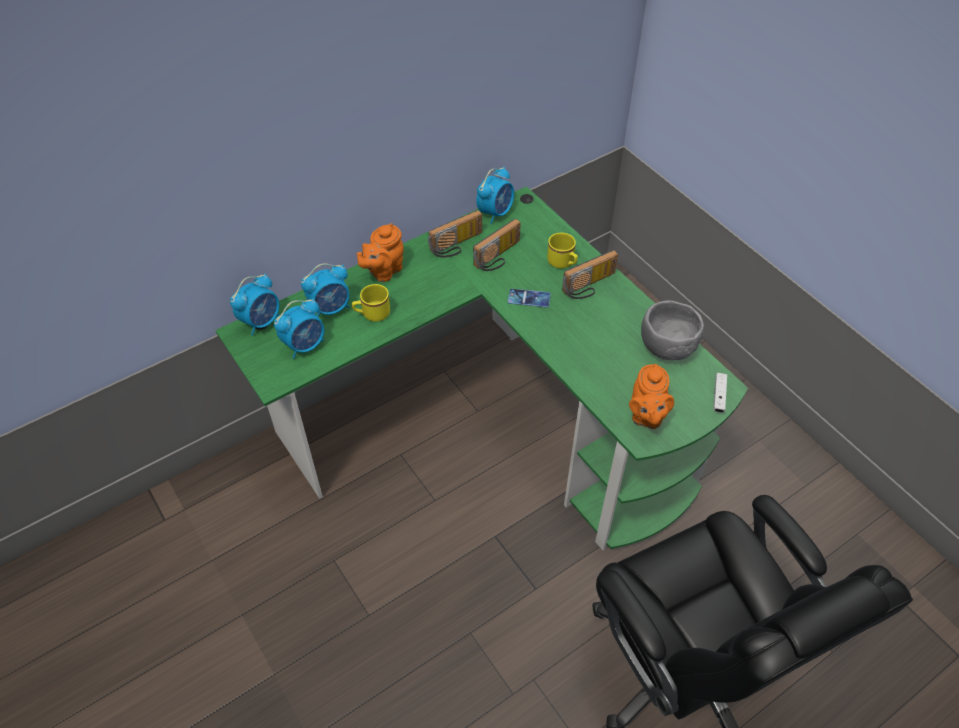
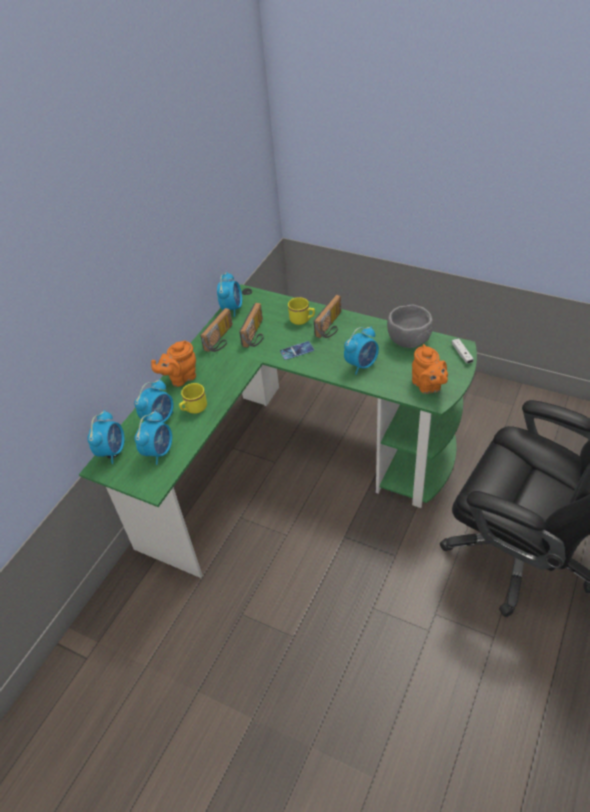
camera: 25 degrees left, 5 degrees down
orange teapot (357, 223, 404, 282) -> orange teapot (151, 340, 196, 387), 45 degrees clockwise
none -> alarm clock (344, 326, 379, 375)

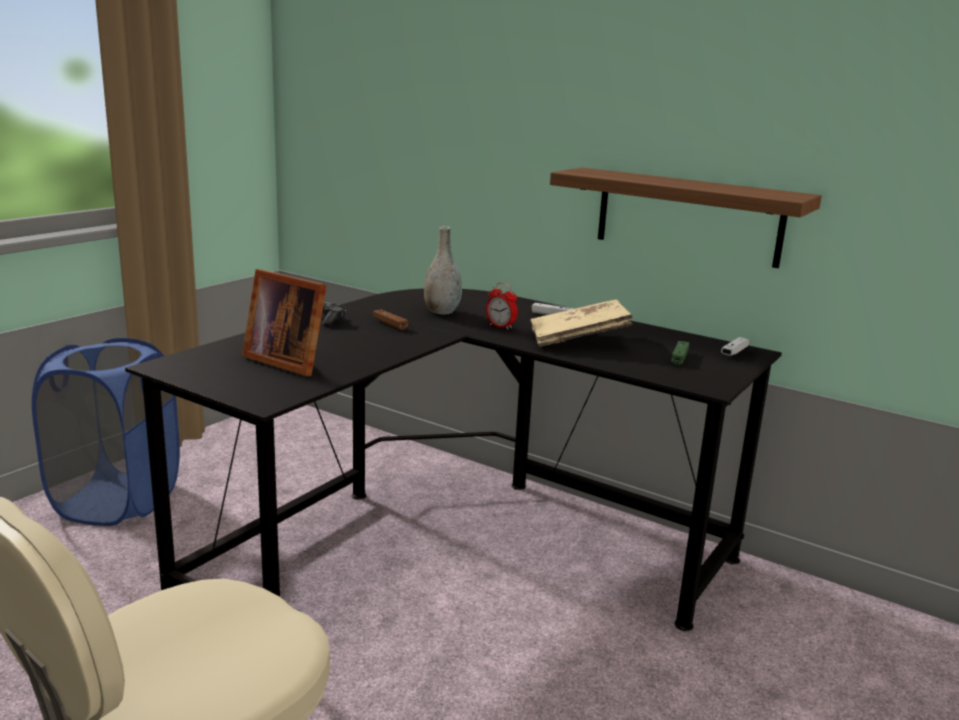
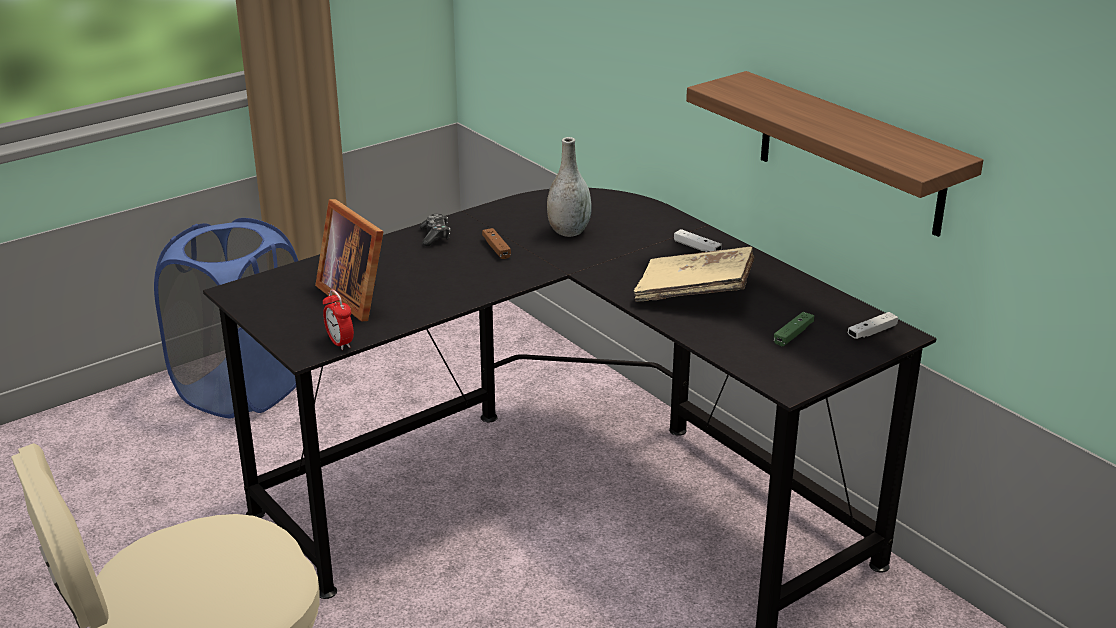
camera: 20 degrees right, 10 degrees up
alarm clock (486, 283, 518, 330) -> alarm clock (323, 289, 354, 350), moved

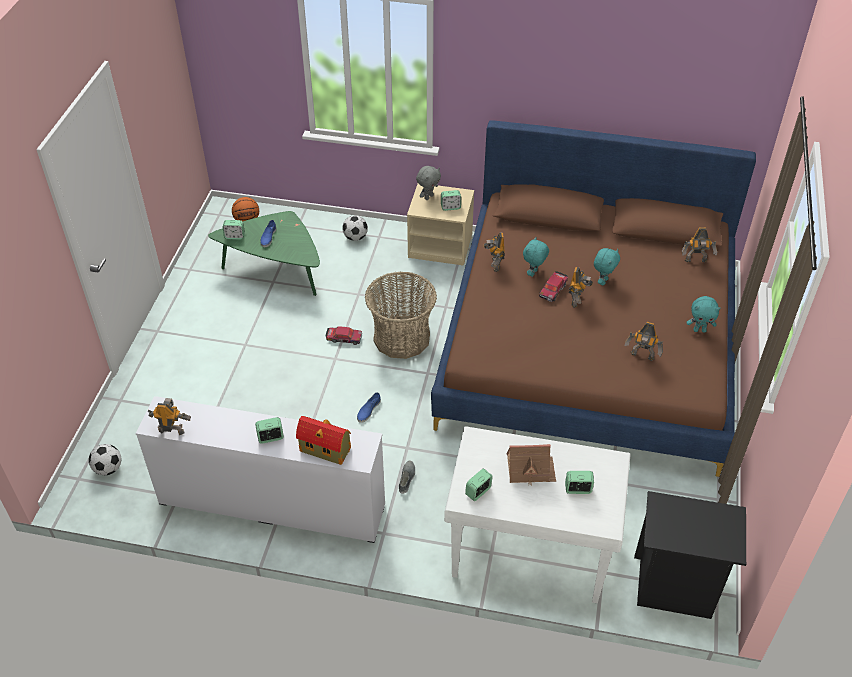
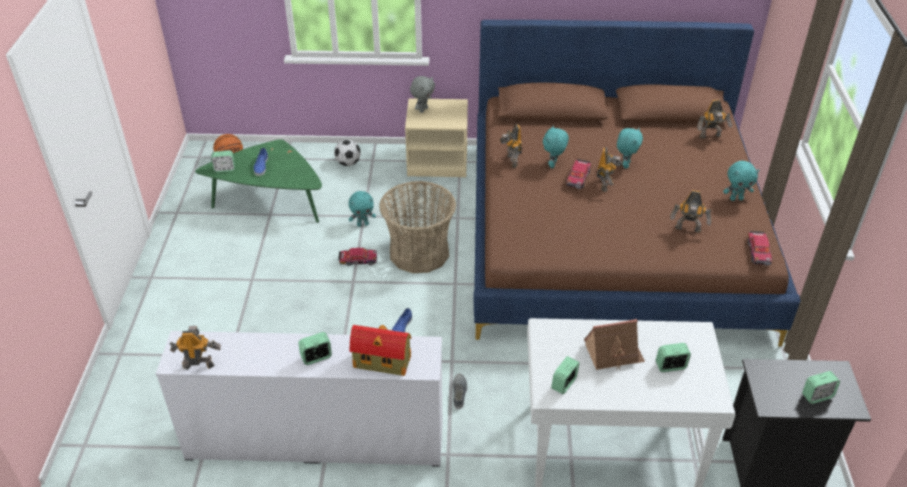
camera: 10 degrees left, 5 degrees down
football (89, 444, 121, 475) -> none
alarm clock (441, 190, 461, 211) -> alarm clock (802, 371, 840, 404), moved
none -> turquoise plush toy (349, 191, 376, 227)
none -> toy car (748, 231, 772, 265)

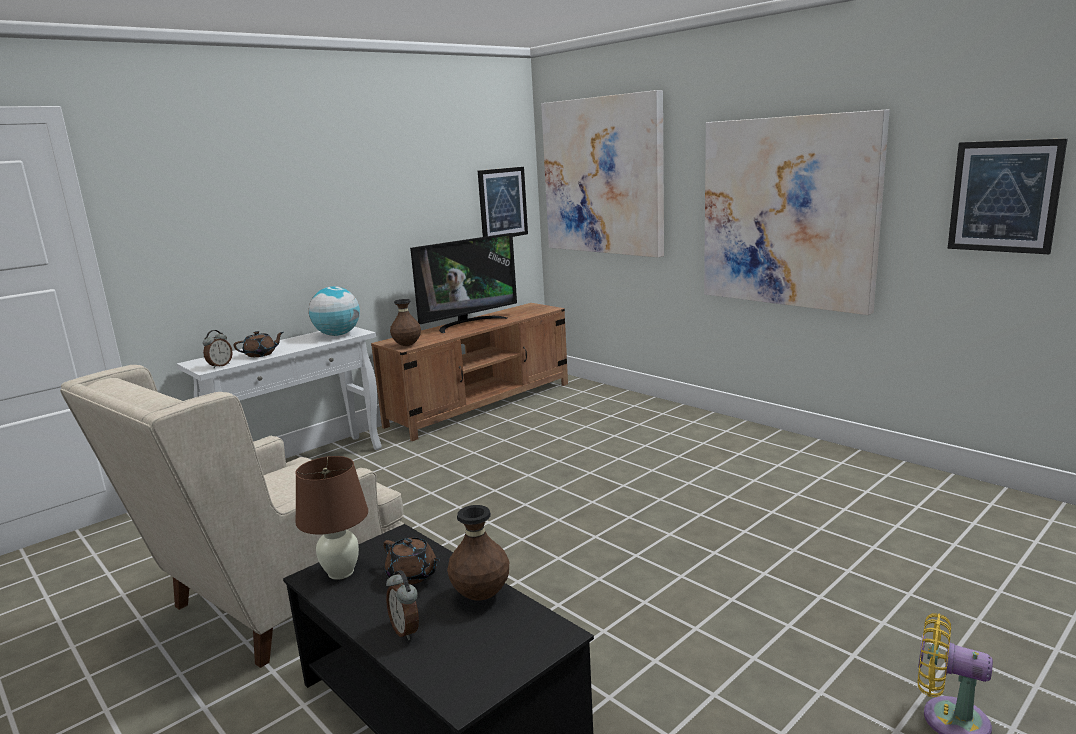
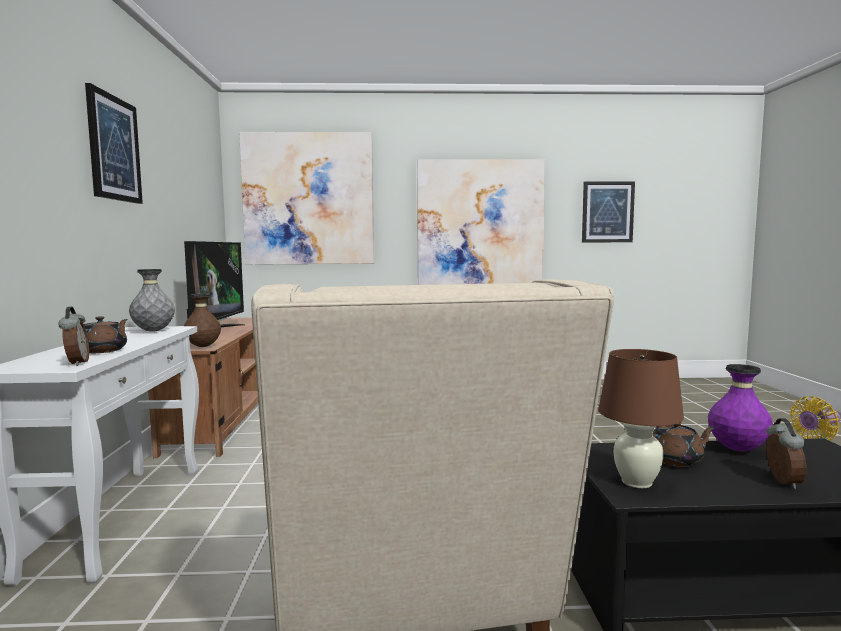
camera: 50 degrees left, 10 degrees down
globe (309, 286, 360, 336) -> grey vase (129, 269, 175, 332)
alarm clock (386, 570, 419, 640) -> alarm clock (766, 418, 807, 489), 90 degrees counterclockwise
brown vase (447, 505, 509, 601) -> purple vase (708, 364, 773, 451)
picture (478, 167, 528, 237) -> picture (85, 83, 143, 204), moved

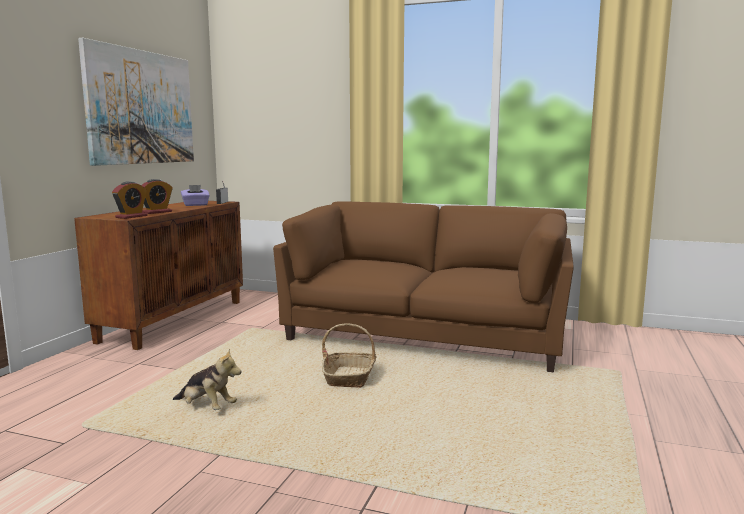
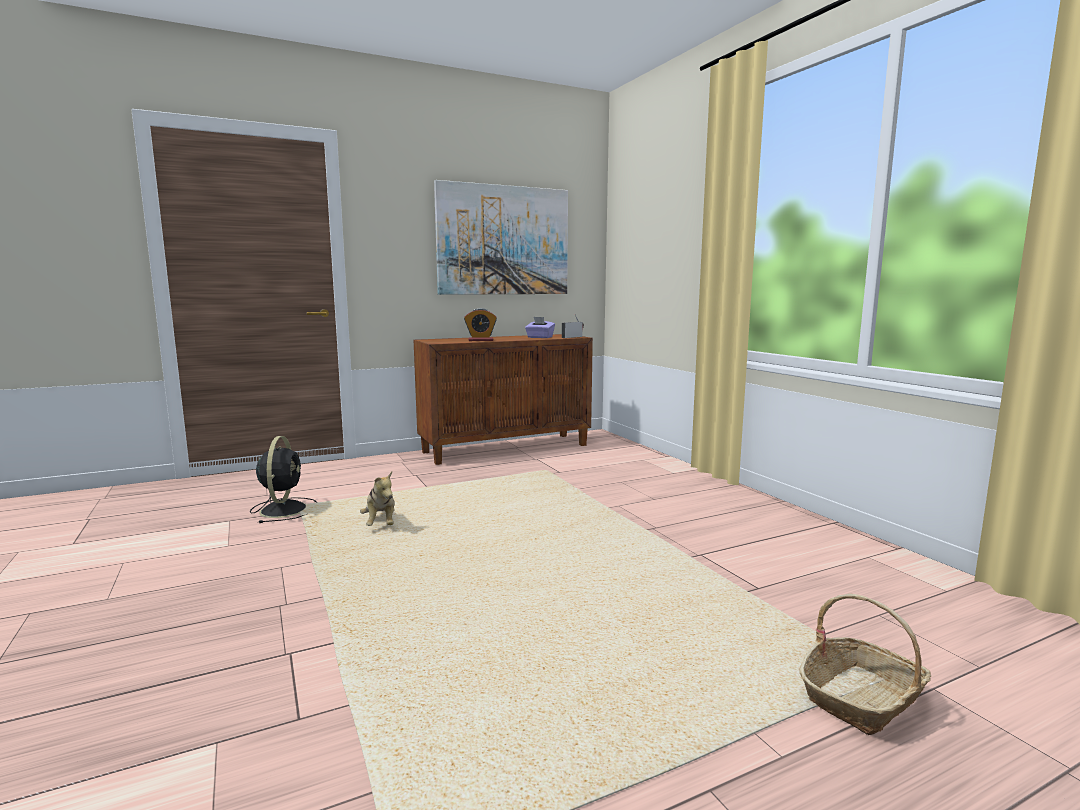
camera: 45 degrees right, 0 degrees up
alarm clock (112, 181, 148, 219) -> none
brown sofa (273, 201, 574, 372) -> none
basket (322, 324, 377, 388) -> basket (799, 593, 931, 735), moved
none -> black fan (250, 436, 317, 523)

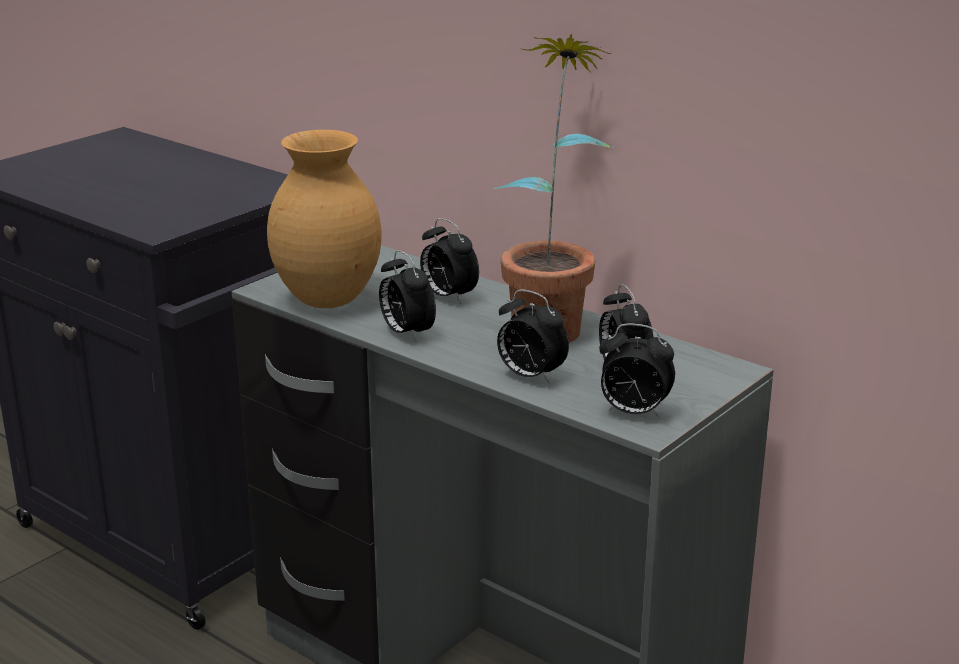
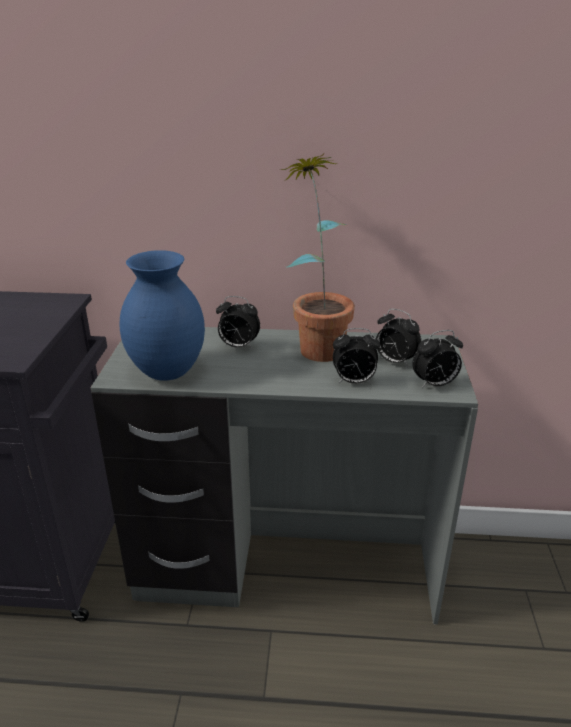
camera: 35 degrees left, 5 degrees up
brown vase (267, 130, 381, 308) -> blue vase (120, 250, 205, 381)
alarm clock (379, 250, 436, 342) -> none

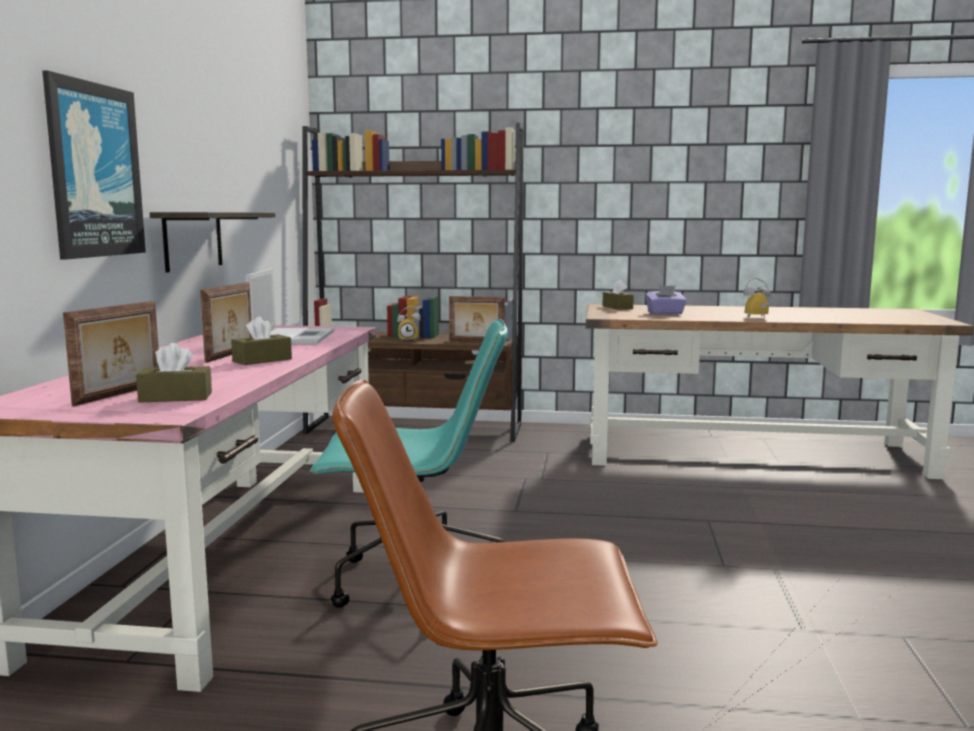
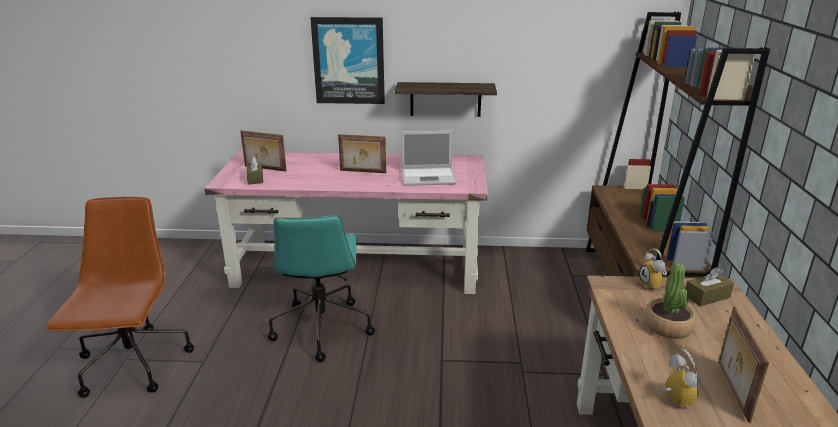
camera: 85 degrees right, 15 degrees up
brown tissue box (231, 316, 292, 365) -> none
alarm clock (397, 306, 421, 341) -> alarm clock (639, 249, 667, 291), moved
picture frame (449, 296, 505, 342) -> picture frame (719, 307, 769, 423), moved
purple tissue box (645, 285, 687, 315) -> potted plant (644, 263, 696, 339)

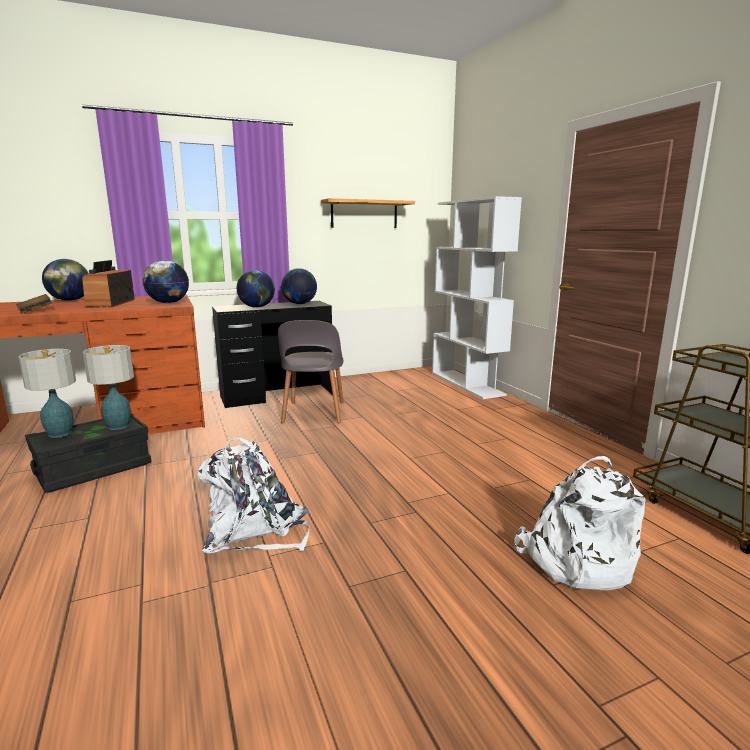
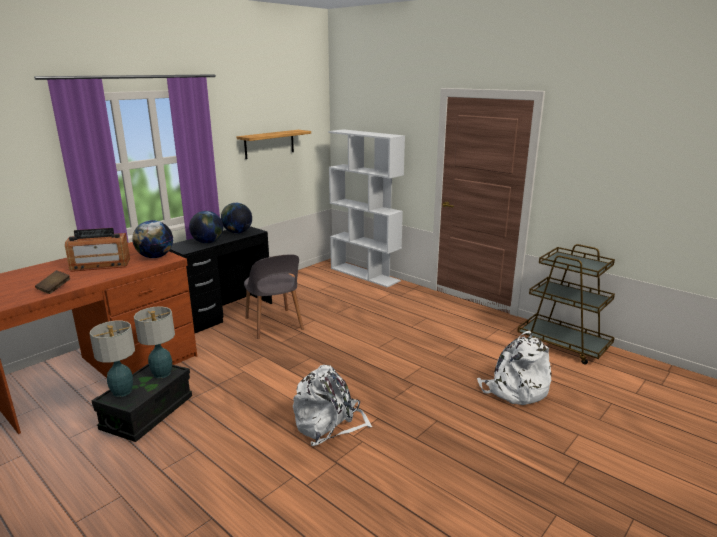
camera: 25 degrees left, 5 degrees up
globe (42, 259, 89, 301) -> none
radio (82, 260, 135, 308) -> radio (65, 228, 130, 272), 75 degrees counterclockwise

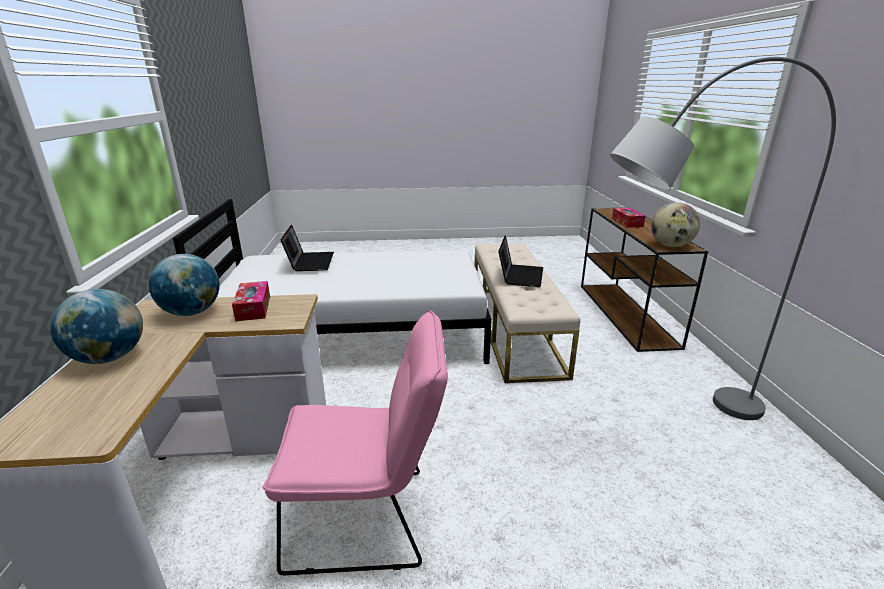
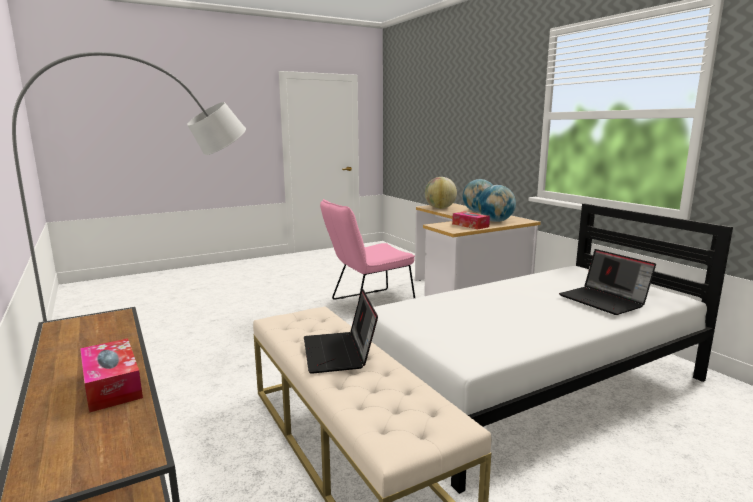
camera: 155 degrees right, 10 degrees down
globe (651, 202, 700, 247) -> globe (425, 177, 457, 209), moved

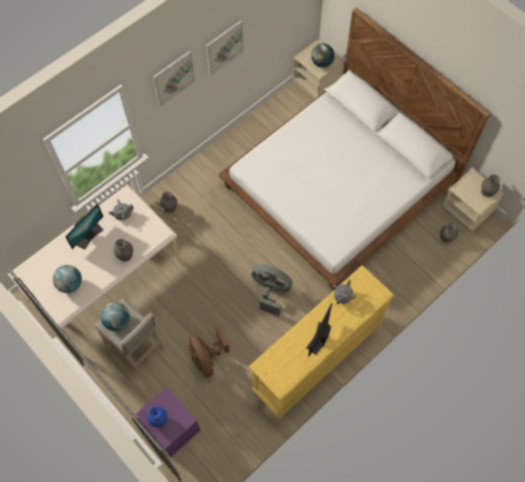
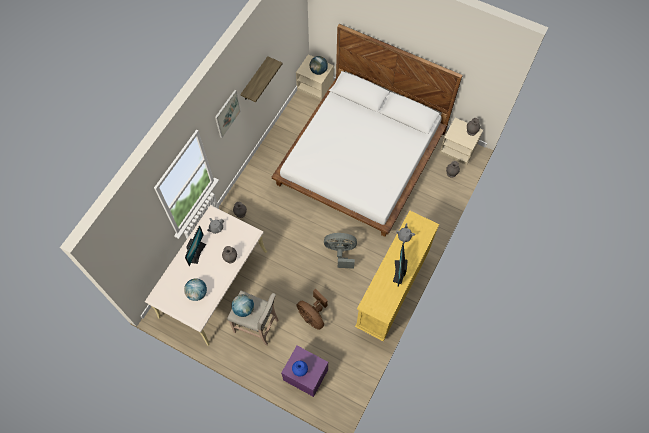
camera: 20 degrees left, 0 degrees up
picture (206, 20, 244, 75) -> shelf (240, 56, 283, 102)

